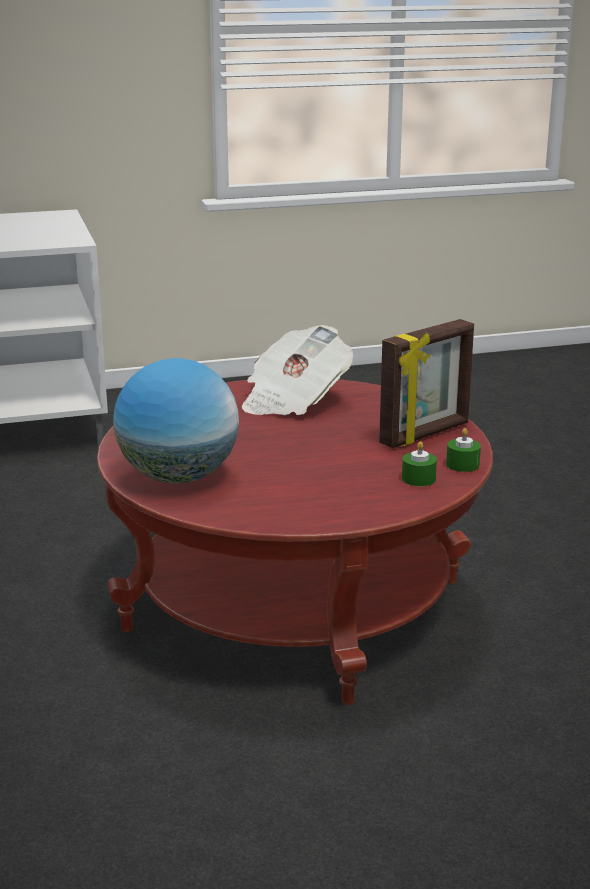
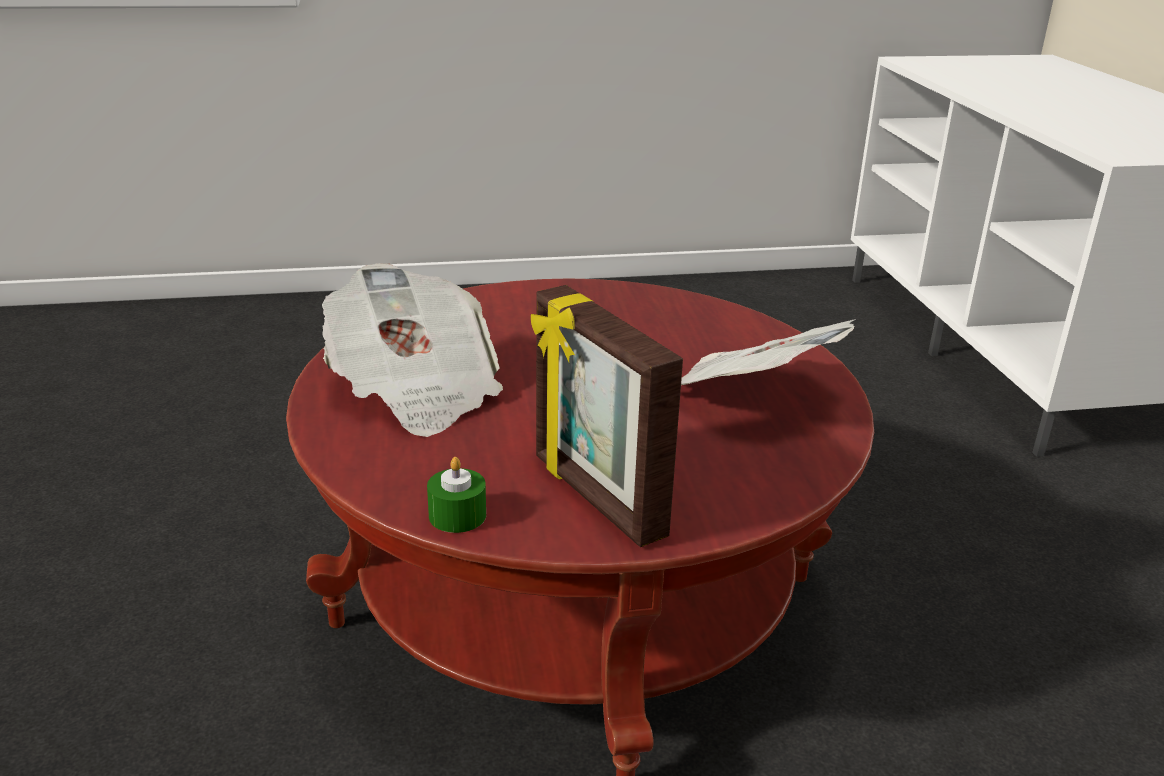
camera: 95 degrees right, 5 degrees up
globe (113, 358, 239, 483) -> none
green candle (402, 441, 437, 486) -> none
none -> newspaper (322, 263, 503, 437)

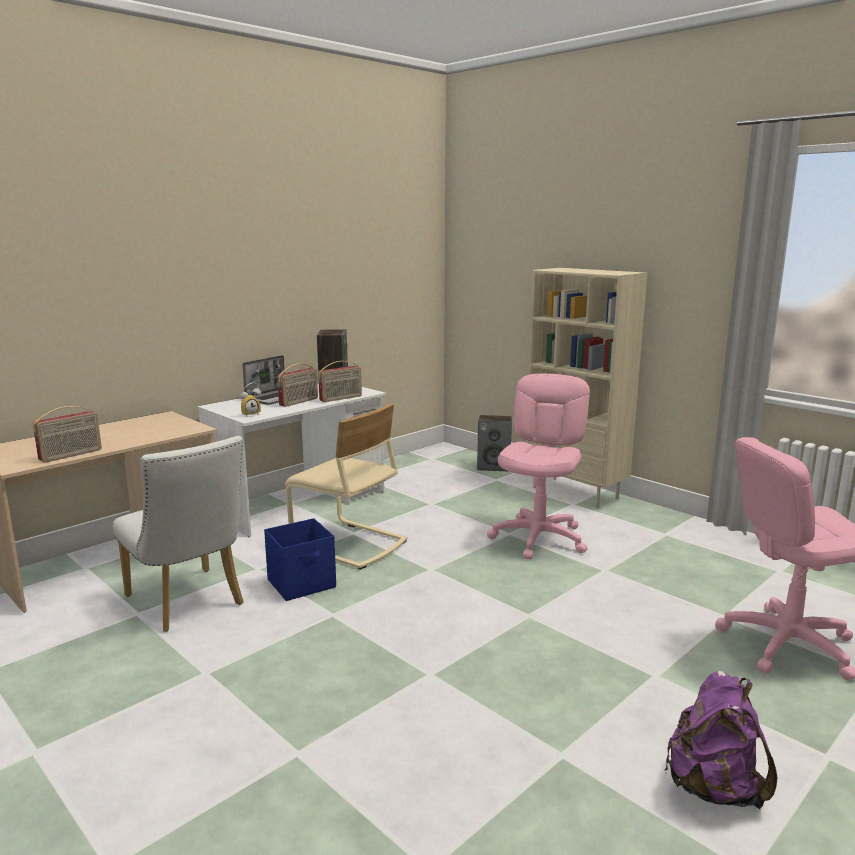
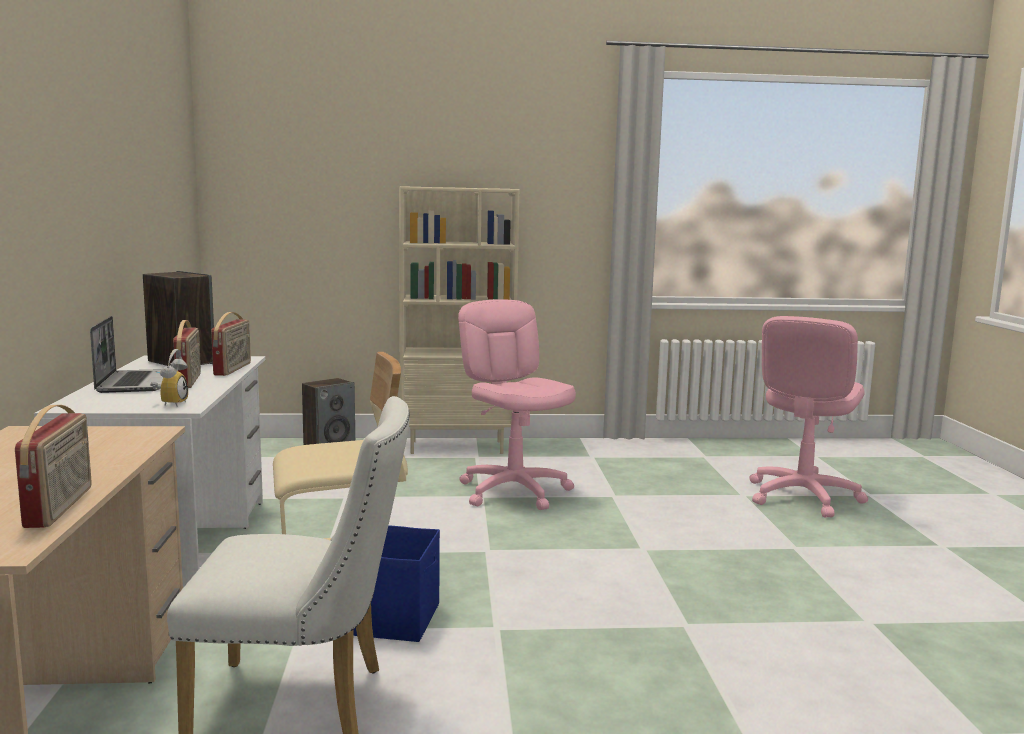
camera: 50 degrees left, 5 degrees down
purple backpack (664, 671, 778, 809) -> none

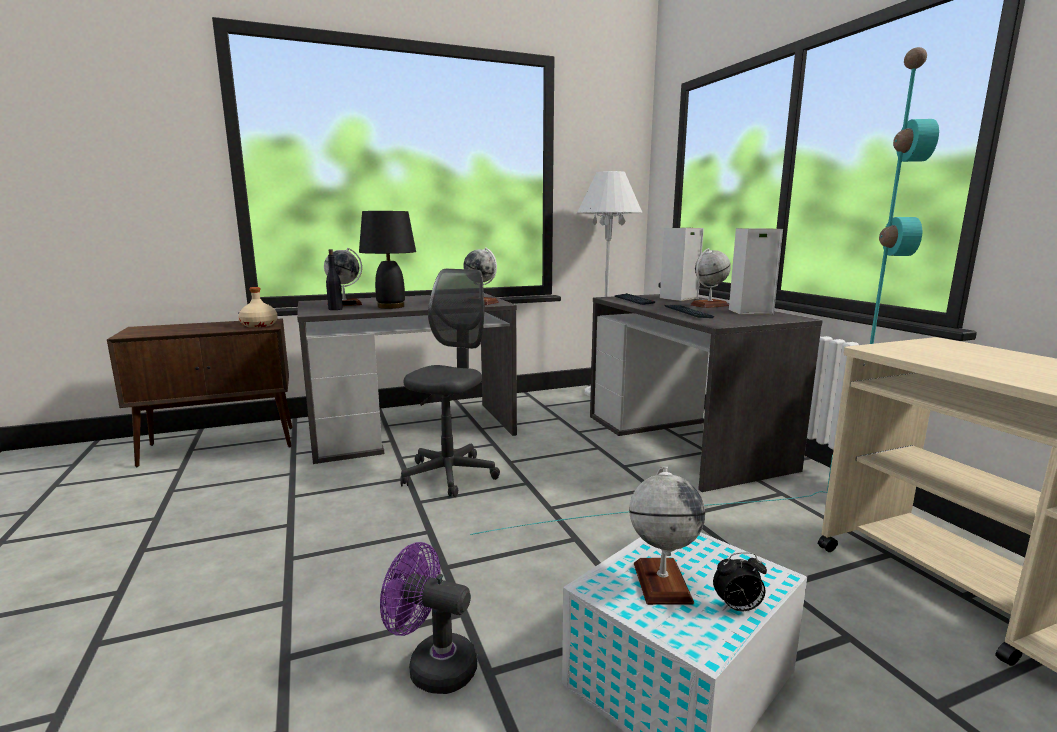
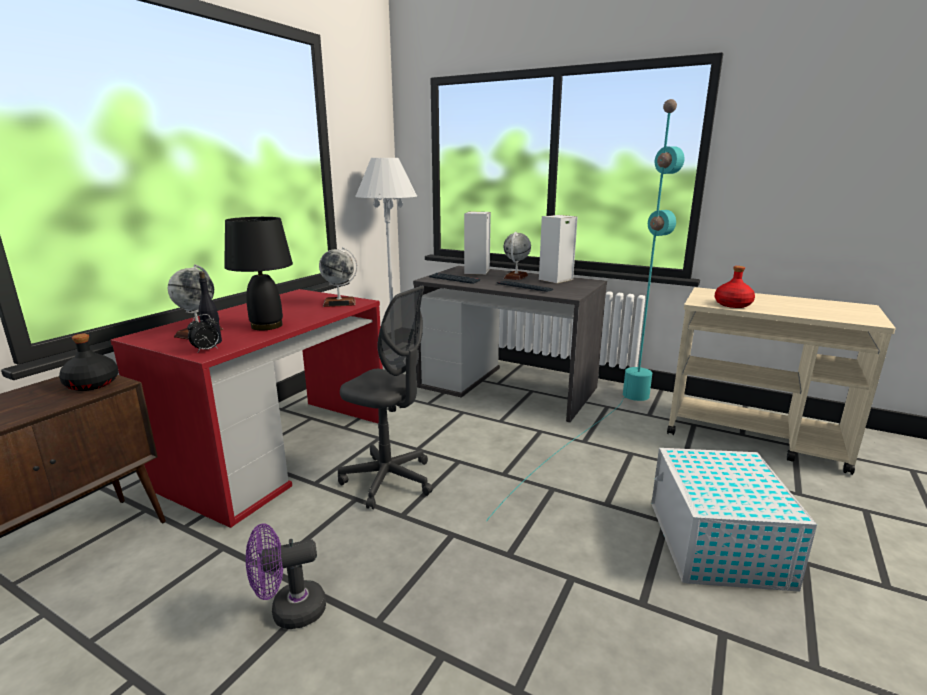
camera: 40 degrees left, 5 degrees up
beige bottle (238, 287, 278, 328) -> black bottle (59, 334, 118, 391)
grey desk (297, 293, 517, 464) -> red desk (111, 289, 383, 528)
purple fan (380, 542, 477, 694) -> purple fan (246, 524, 326, 629), moved
grey office chair (400, 269, 500, 497) -> grey office chair (338, 286, 433, 509), 135 degrees clockwise
globe (629, 467, 705, 605) -> none
alarm clock (713, 552, 767, 611) -> alarm clock (187, 314, 220, 352), moved
none -> red bottle (715, 266, 755, 308)

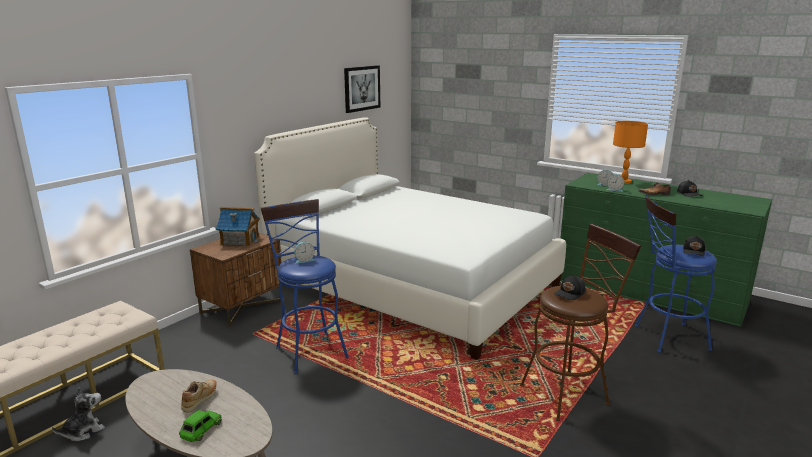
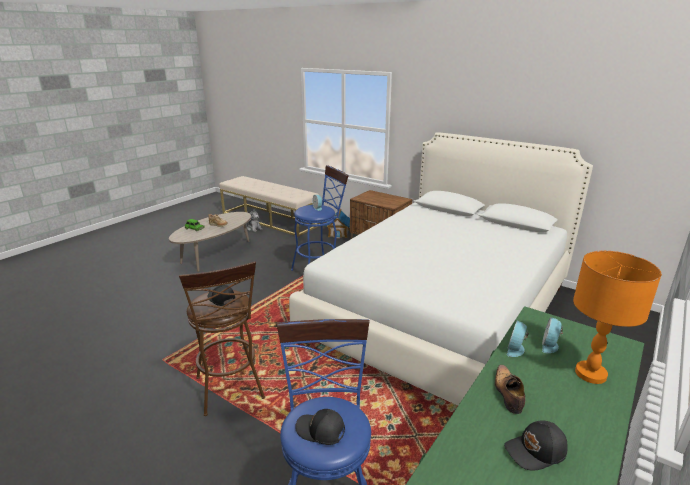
camera: 90 degrees right, 5 degrees up
toy house (216, 207, 260, 247) -> toy house (325, 209, 350, 239), moved
picture (344, 65, 380, 113) -> none

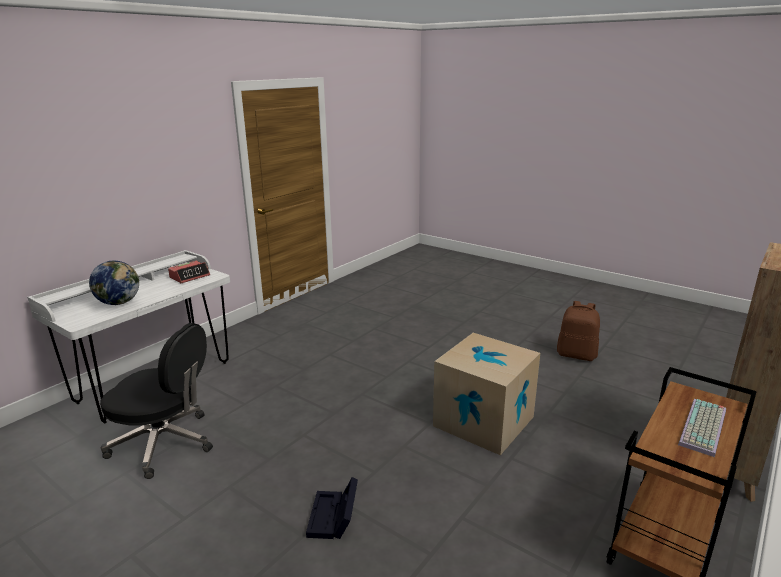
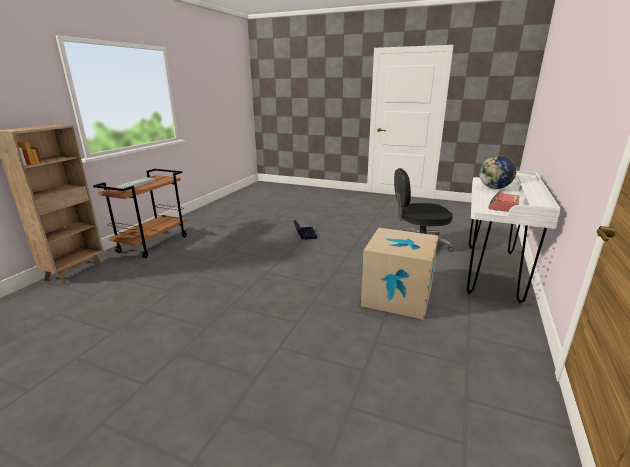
camera: 165 degrees right, 0 degrees up
cardboard box (433, 333, 540, 455) -> cardboard box (361, 228, 438, 320), moved
brown backpack (557, 301, 600, 361) -> none

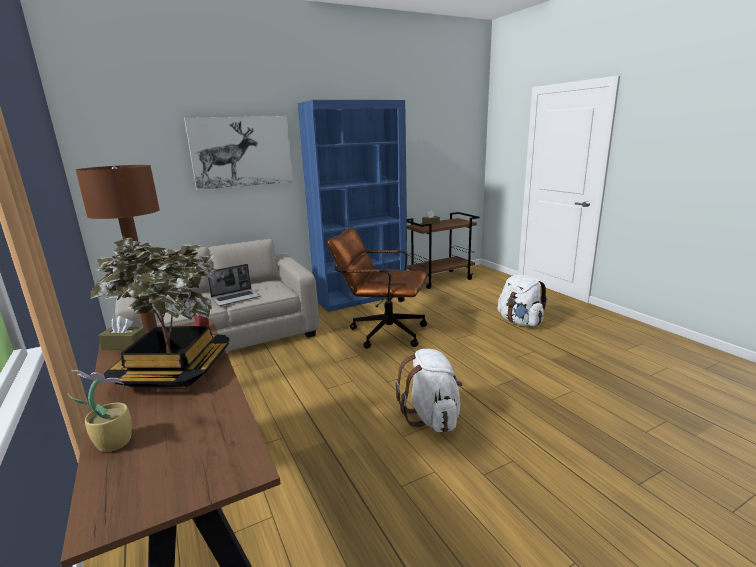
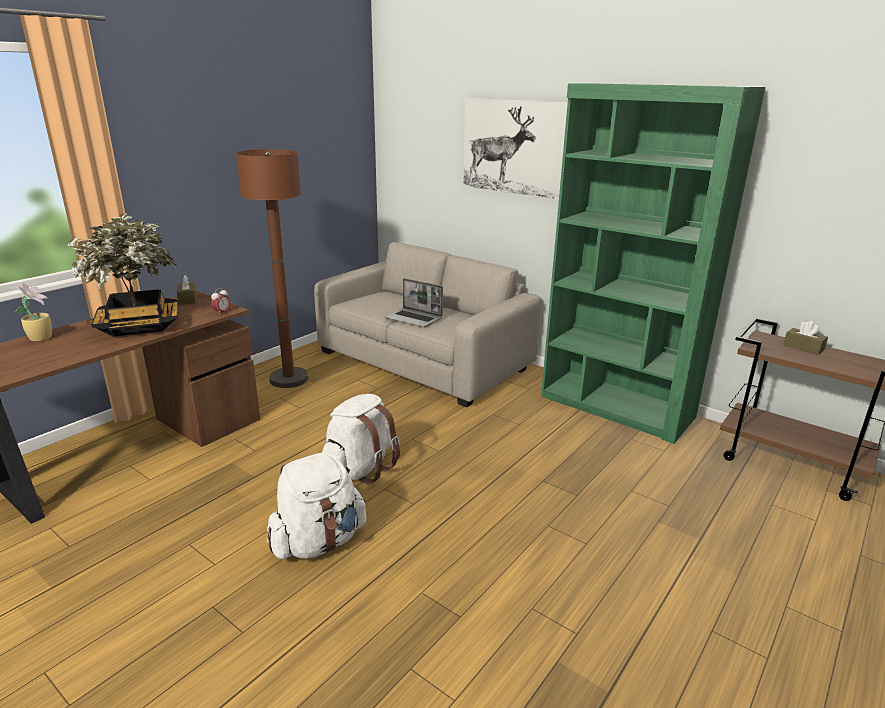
camera: 65 degrees right, 5 degrees up
blue bookcase (298, 100, 407, 312) -> green bookcase (541, 83, 766, 444)
brown office chair (327, 227, 427, 349) -> none
white backpack (498, 275, 547, 326) -> white backpack (322, 394, 400, 484), moved

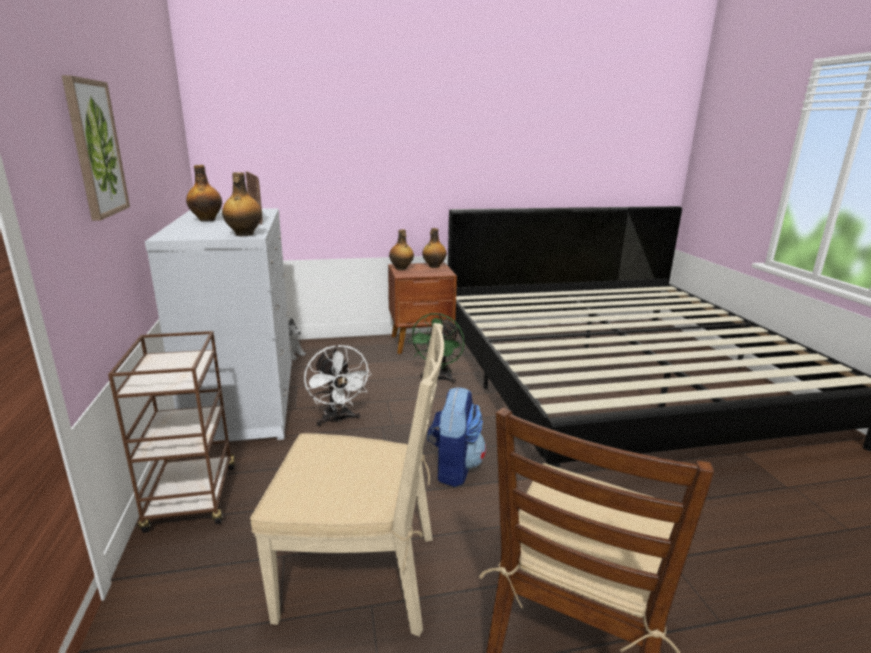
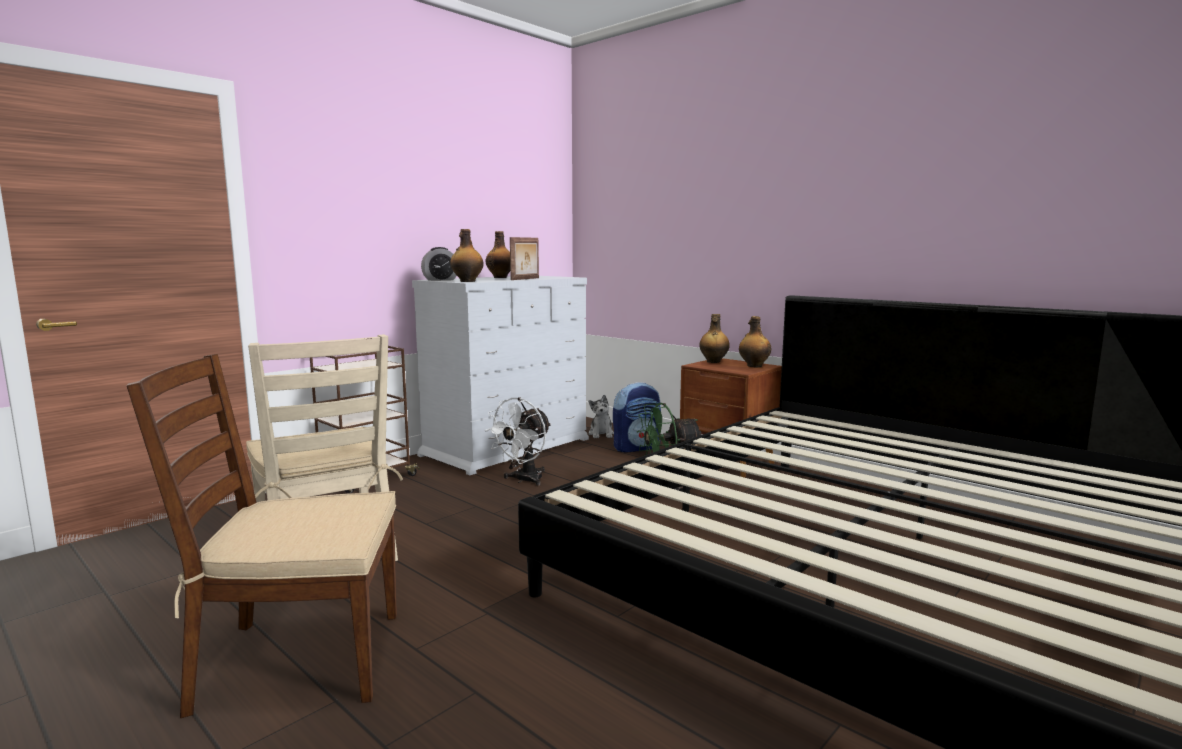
camera: 55 degrees right, 10 degrees down
picture (61, 75, 130, 221) -> none
backpack (427, 387, 486, 487) -> backpack (613, 382, 661, 453), moved
none -> alarm clock (421, 247, 457, 281)

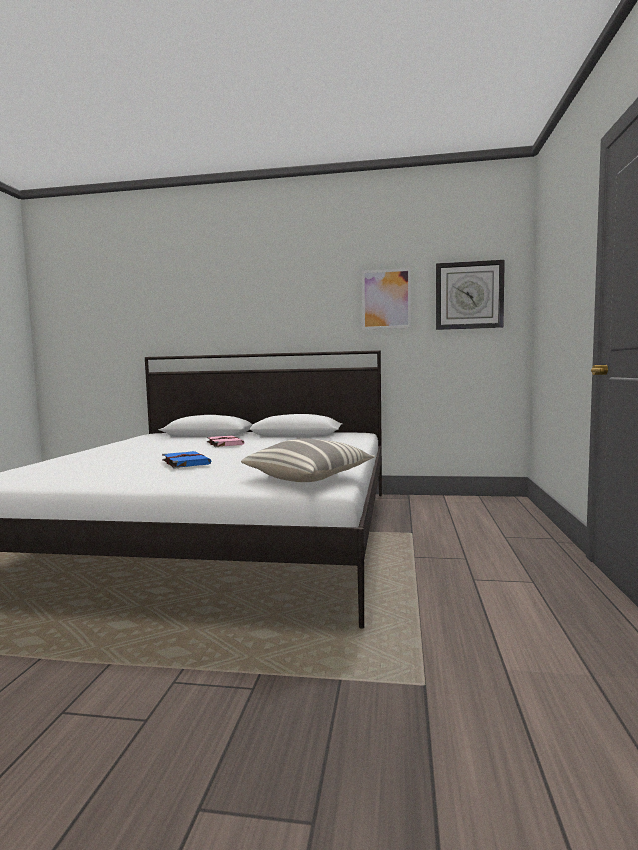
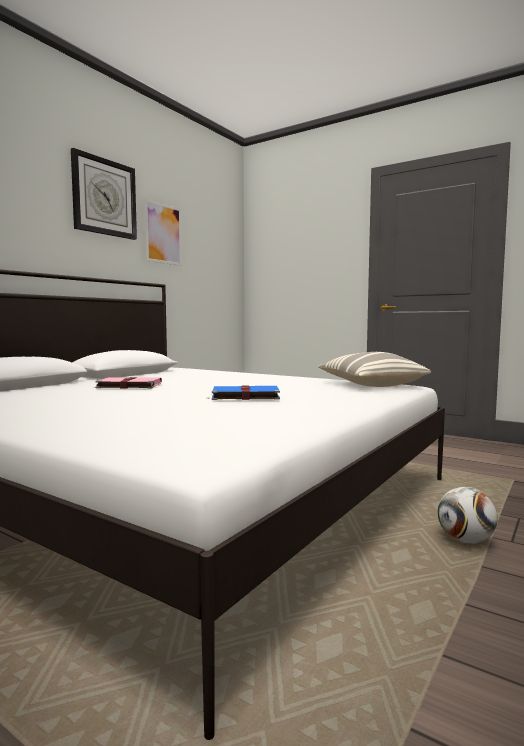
camera: 65 degrees left, 0 degrees up
wall clock (436, 260, 505, 330) -> wall clock (71, 148, 137, 240), moved
none -> football (438, 487, 498, 544)

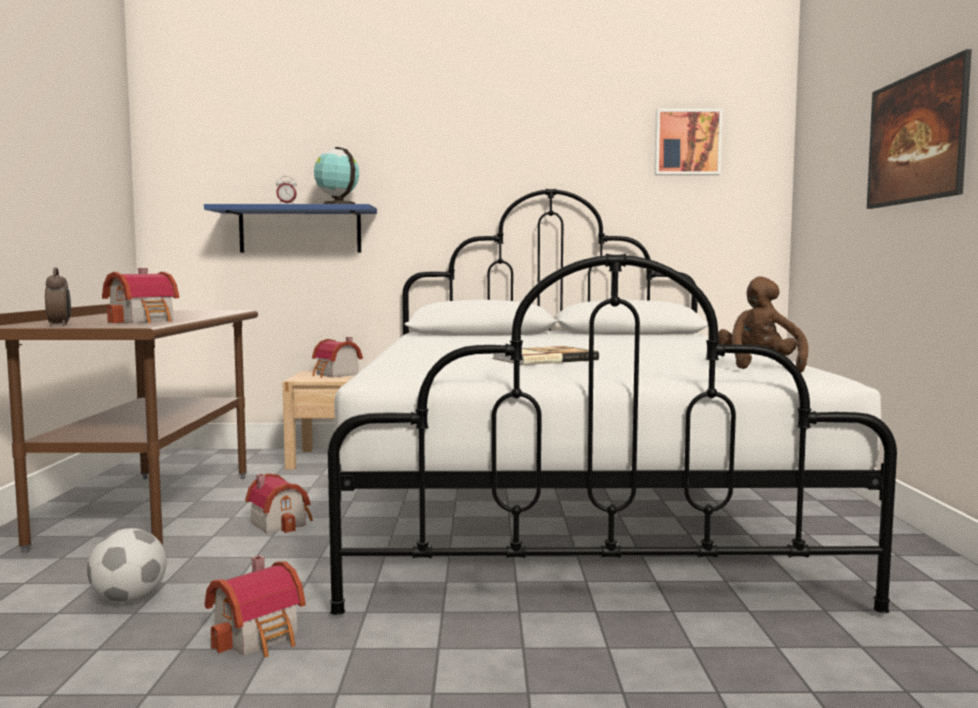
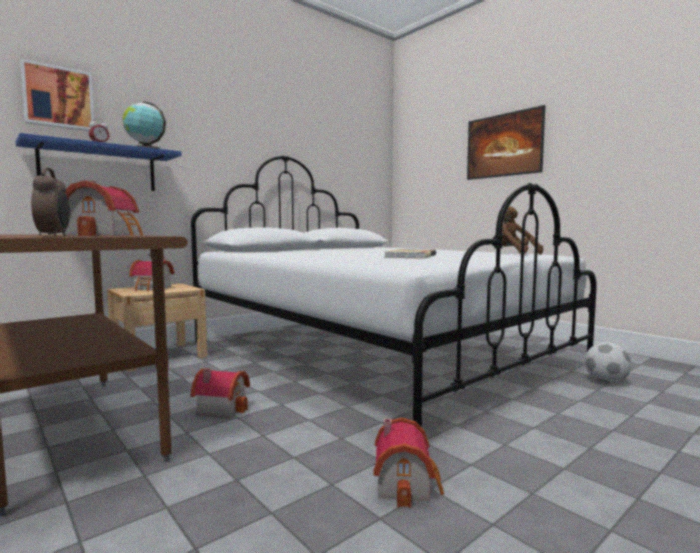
camera: 40 degrees left, 0 degrees up
alarm clock (45, 268, 71, 326) -> alarm clock (31, 167, 70, 236), 45 degrees clockwise
football (87, 528, 167, 603) -> football (585, 342, 631, 383), moved
picture (654, 109, 723, 175) -> picture (20, 59, 94, 131), moved

